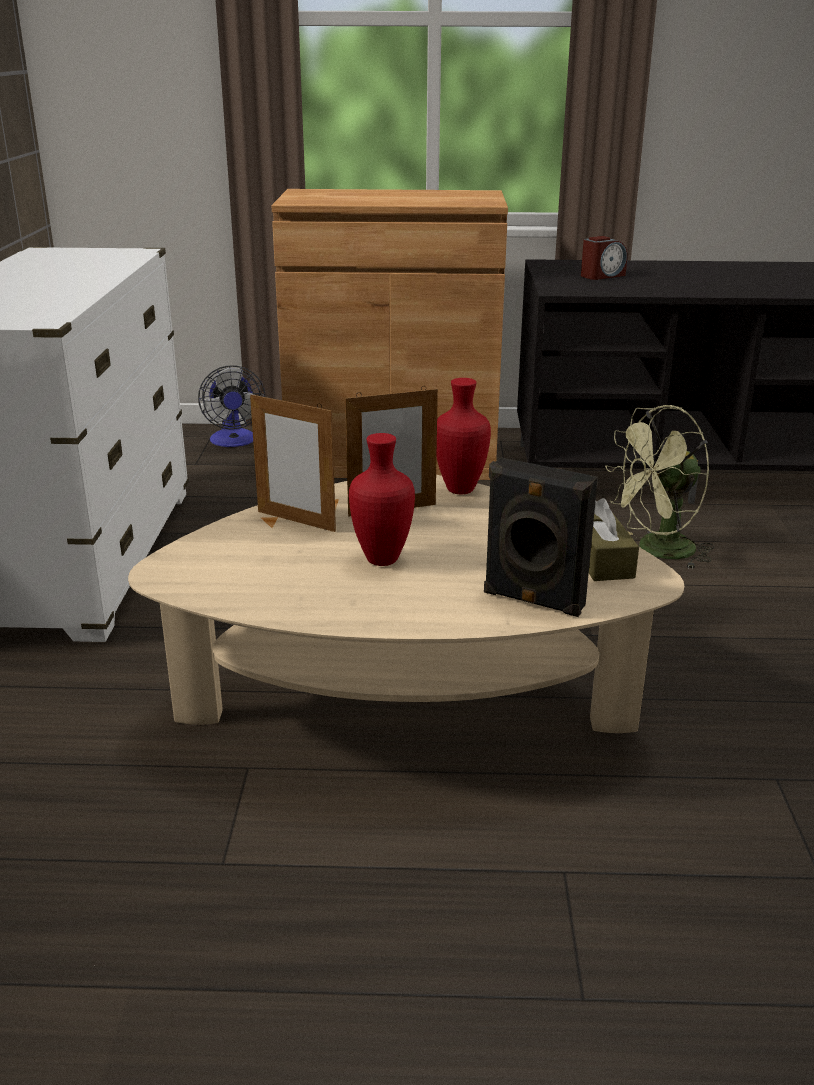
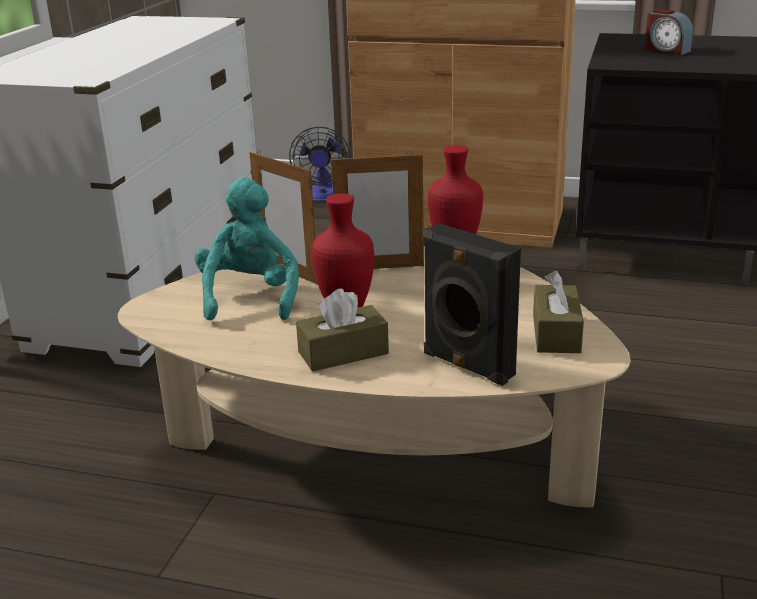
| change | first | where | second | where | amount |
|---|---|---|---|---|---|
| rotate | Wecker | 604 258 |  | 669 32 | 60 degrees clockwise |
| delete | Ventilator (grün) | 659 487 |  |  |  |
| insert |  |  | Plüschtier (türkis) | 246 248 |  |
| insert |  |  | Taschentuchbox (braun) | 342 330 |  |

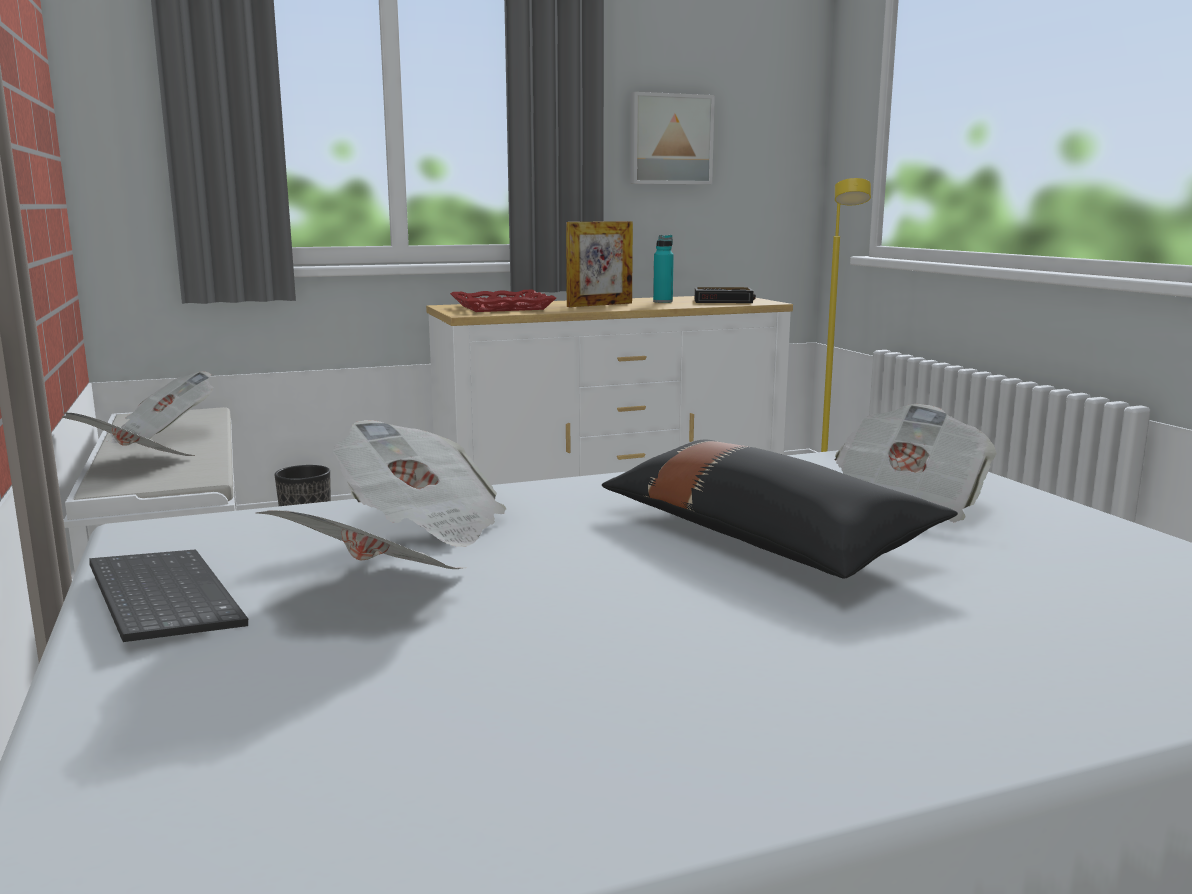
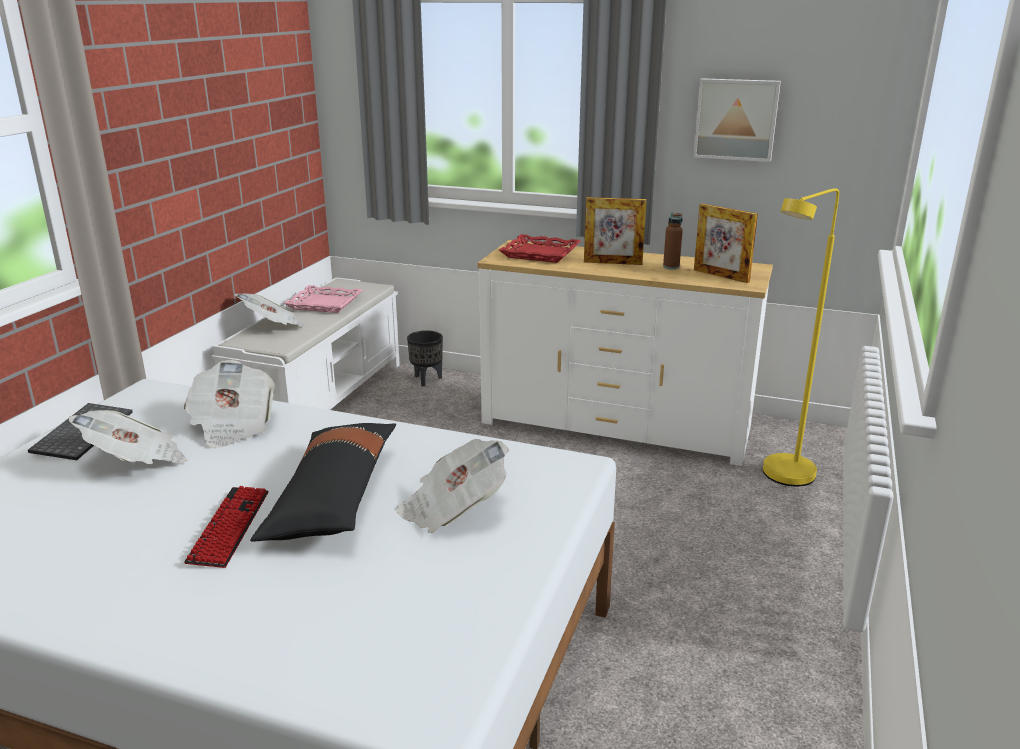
| change | first | where | second | where | amount |
|---|---|---|---|---|---|
| replace | Zeitung | 159 407 | Tablett (rosa) | 323 299 |  |
| recolor | Flasche (türkis) | 663 269 | Flasche (braun) | 673 241 |  |
| replace | Wecker | 725 295 | Bilderrahmen | 726 243 |  |
| insert |  |  | Tastatur | 226 527 |  |

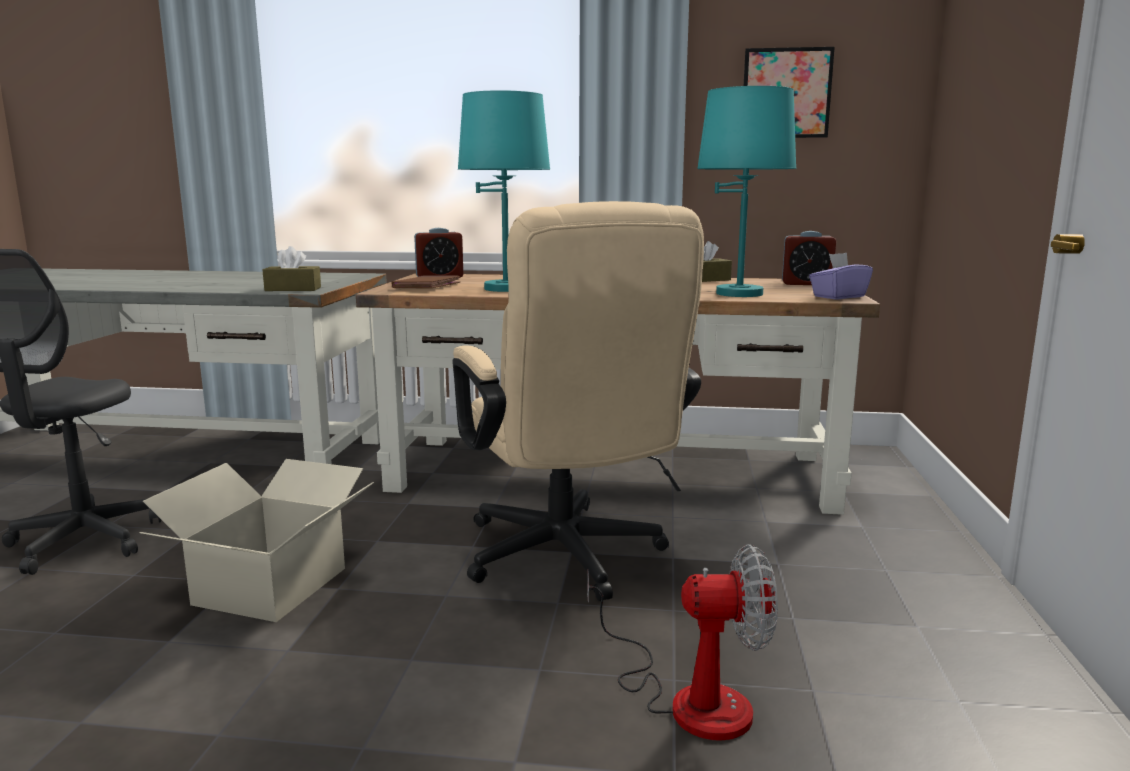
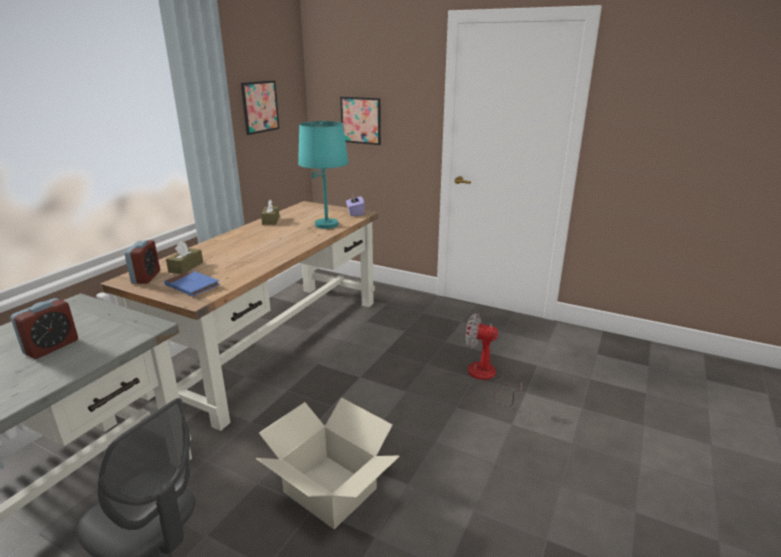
| change | first | where | second | where | amount |
|---|---|---|---|---|---|
| move | Taschentuchbox (braun) | 292 268 |  | 184 257 |  |
| recolor | Buch (braun) | 426 282 | Buch (blau) | 192 283 |  |
| delete | Bürostuhl (beige) | 578 401 |  |  |  |
| delete | Tischlampe (türkis) | 504 191 |  |  |  |
| rotate | Ventilator | 682 642 |  | 494 360 | 90 degrees counterclockwise |
| move | Wecker | 809 258 |  | 44 328 |  |
| insert |  |  | Bild | 360 121 |  |

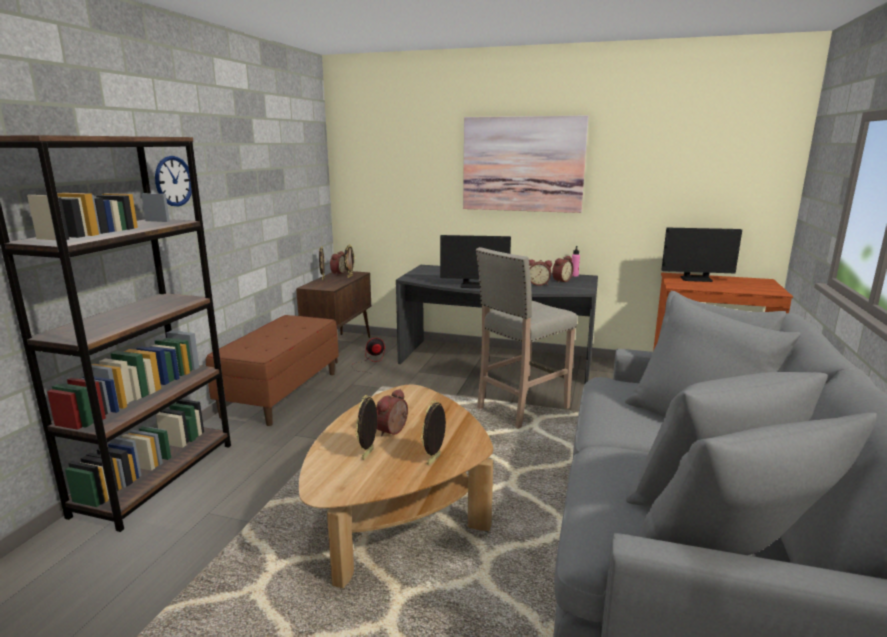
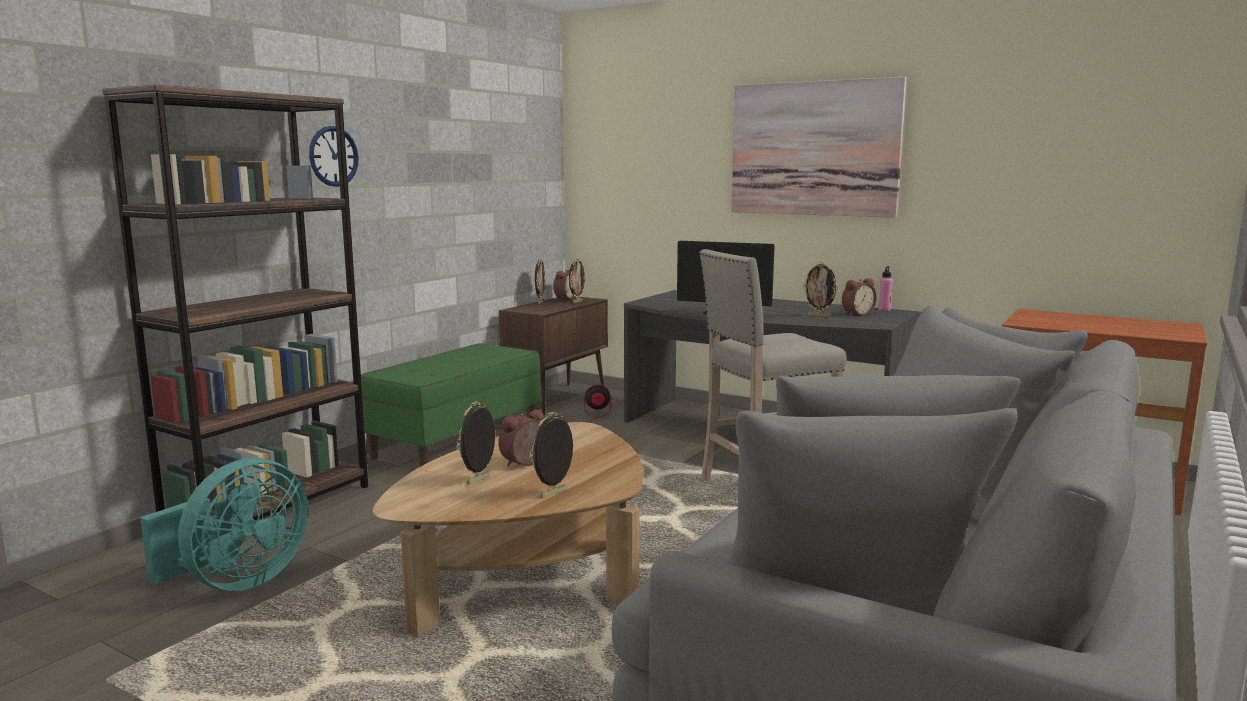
| change | first | where | second | where | amount |
|---|---|---|---|---|---|
| recolor | Bank (braun) | 272 370 | Bank (grün) | 451 405 |  |
| replace | Wecker | 540 272 | Bilderrahmen | 820 289 |  |
| delete | Monitor | 701 255 |  |  |  |
| insert |  |  | Ventilator (türkis) | 224 524 |  |

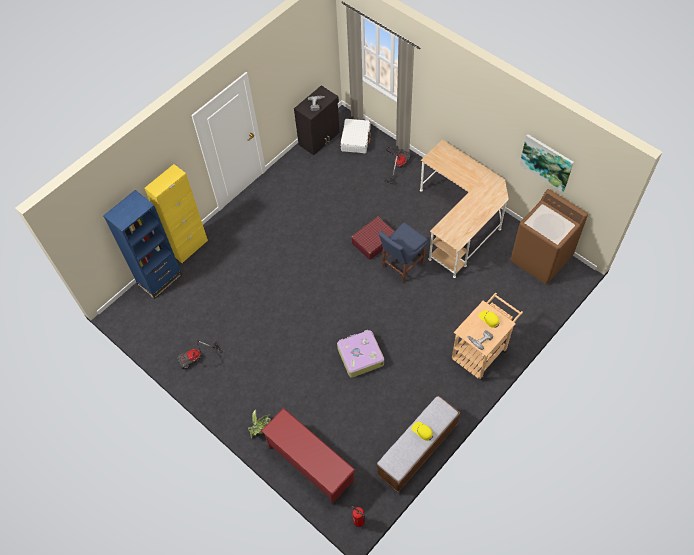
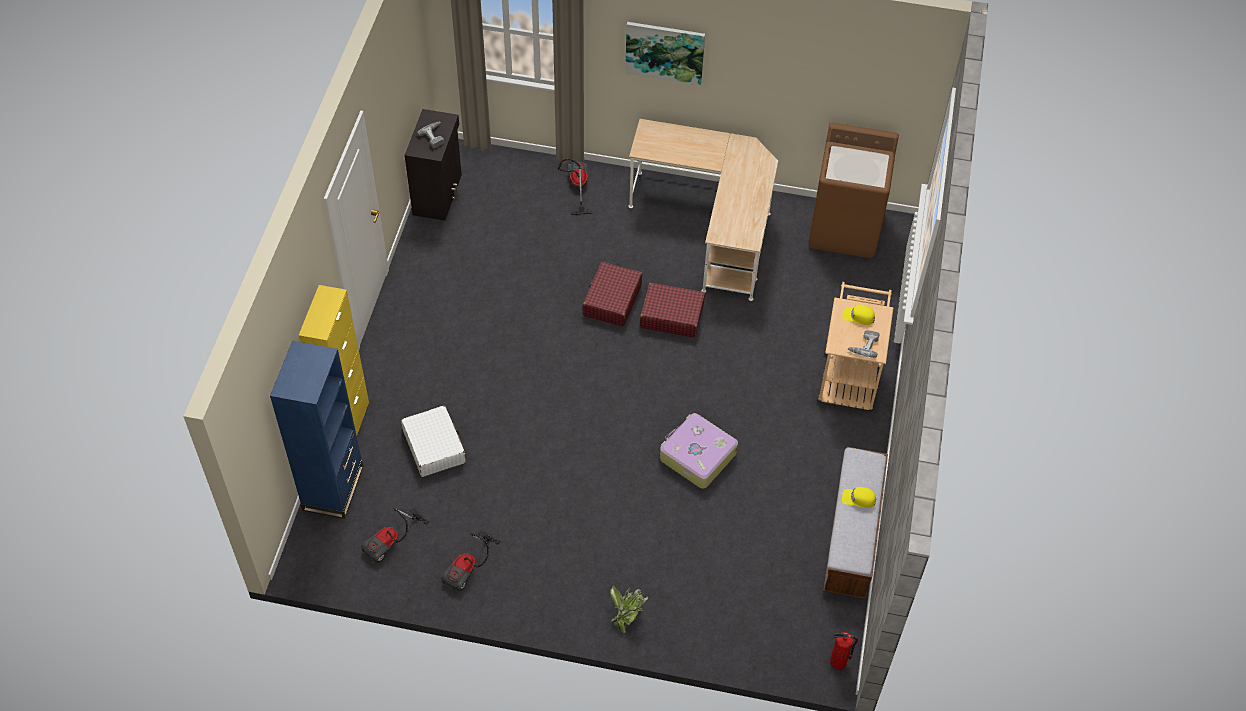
| change | first | where | second | where | amount |
|---|---|---|---|---|---|
| delete | Schuhregal (rot) | 308 456 |  |  |  |
| move | Koffer (weiß) | 355 136 |  | 433 441 |  |
| replace | Stuhl (blau) | 403 253 | Koffer (rot) | 672 310 |  |
| move | Bild | 547 163 |  | 665 54 |  |
| insert |  |  | Staubsauger | 395 535 |  |

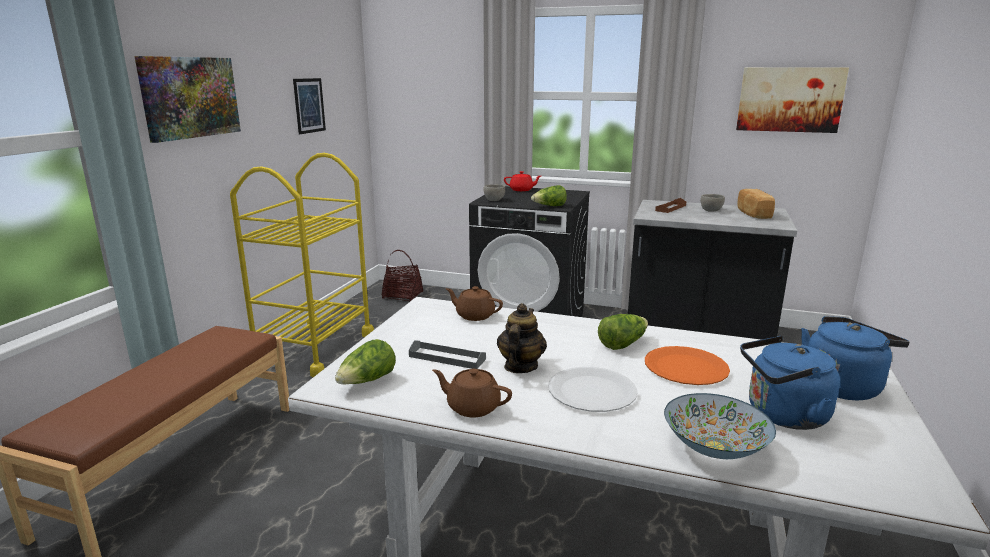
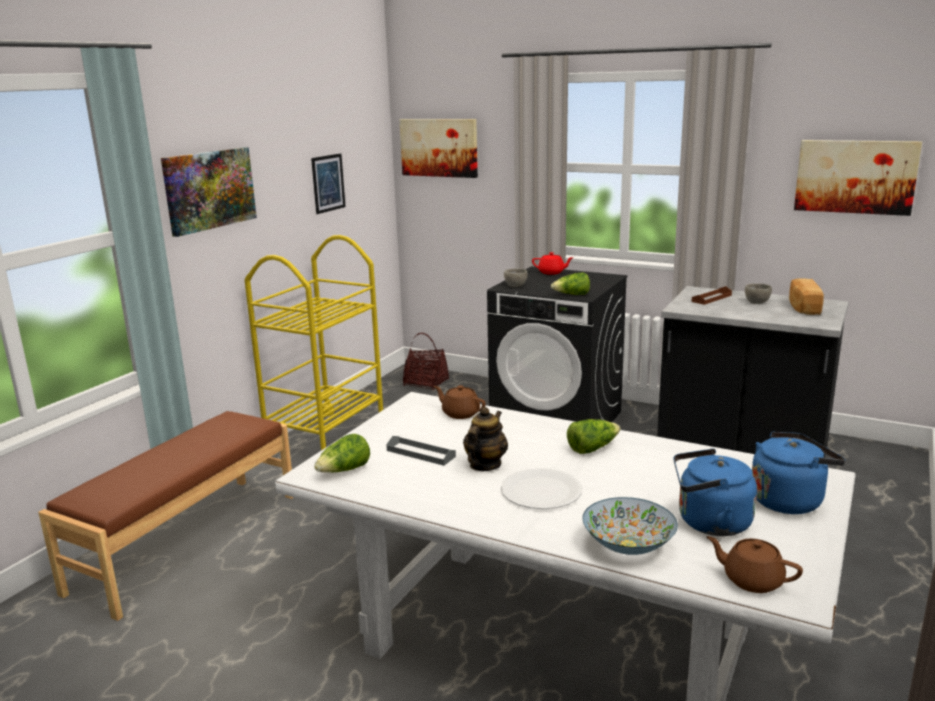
| change | first | where | second | where | amount |
|---|---|---|---|---|---|
| move | Teekanne (braun) | 472 393 |  | 755 564 |  |
| delete | Teller (orange) | 687 365 |  |  |  |
| insert |  |  | Bild | 439 148 |  |

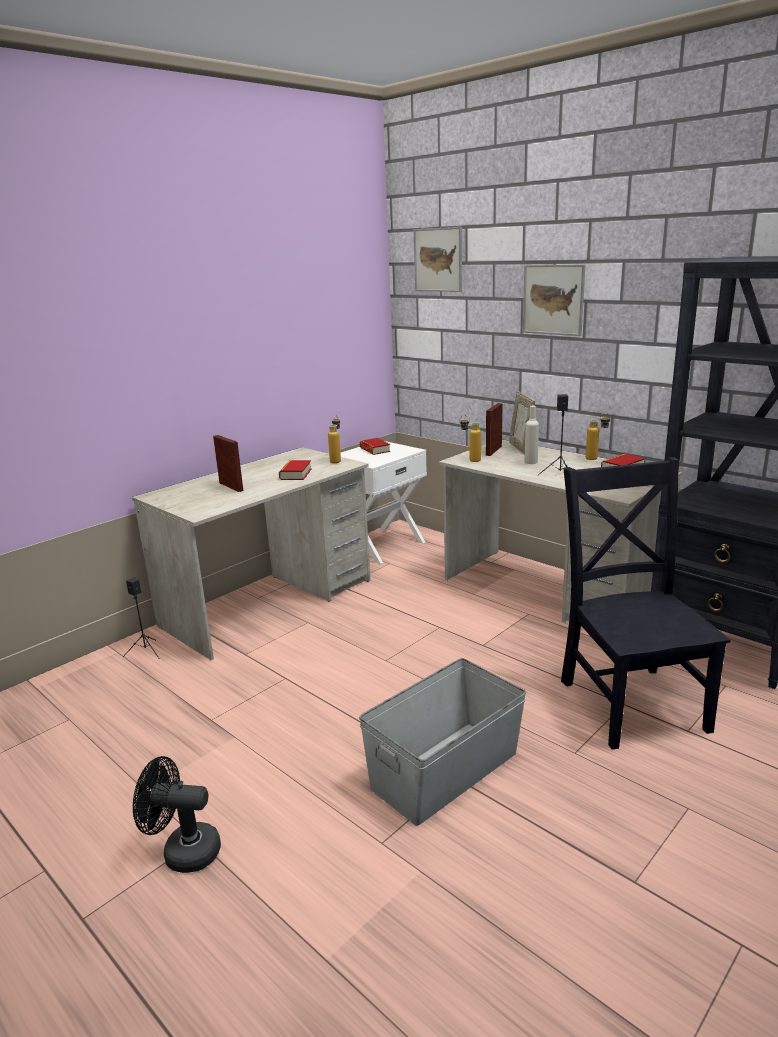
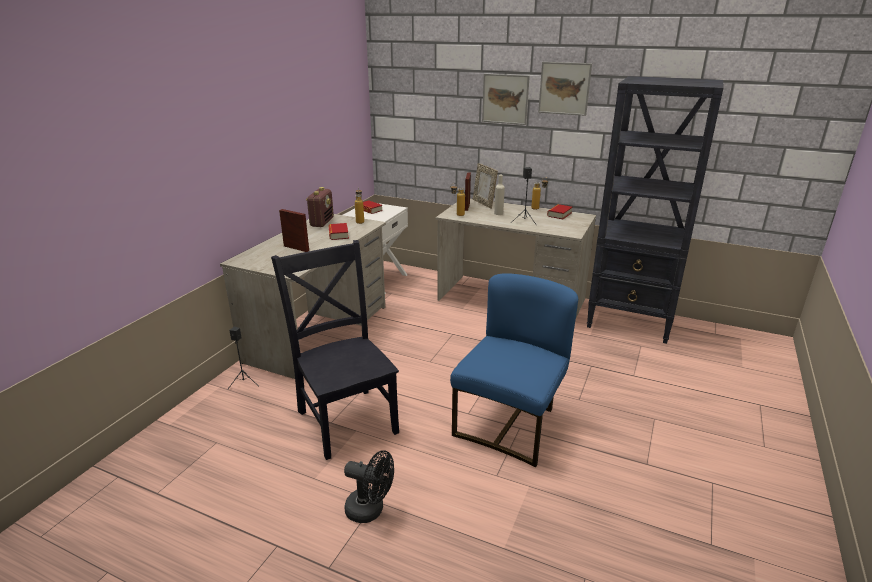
| change | first | where | second | where | amount |
|---|---|---|---|---|---|
| rotate | Ventilator (schwarz) | 177 814 |  | 369 486 | 150 degrees counterclockwise |
| replace | Aufbewahrungsbox (grau) | 442 742 | Stuhl (blau) | 514 370 |  |
| move | Bild | 437 259 |  | 565 89 |  |
| move | Stuhl (schwarz) | 646 603 |  | 335 350 |  |
| insert |  |  | Radio | 320 207 |  |

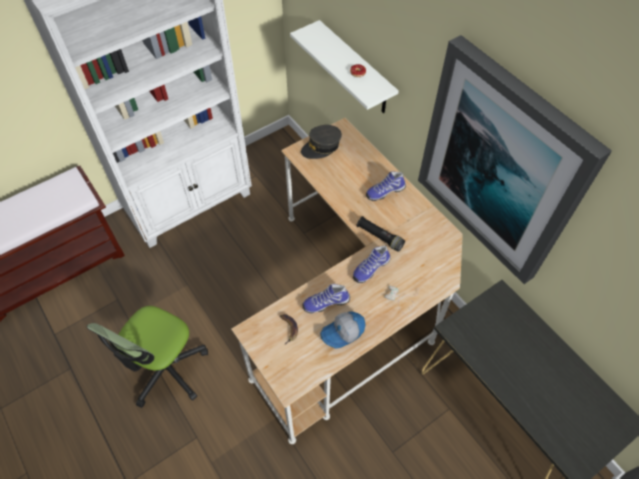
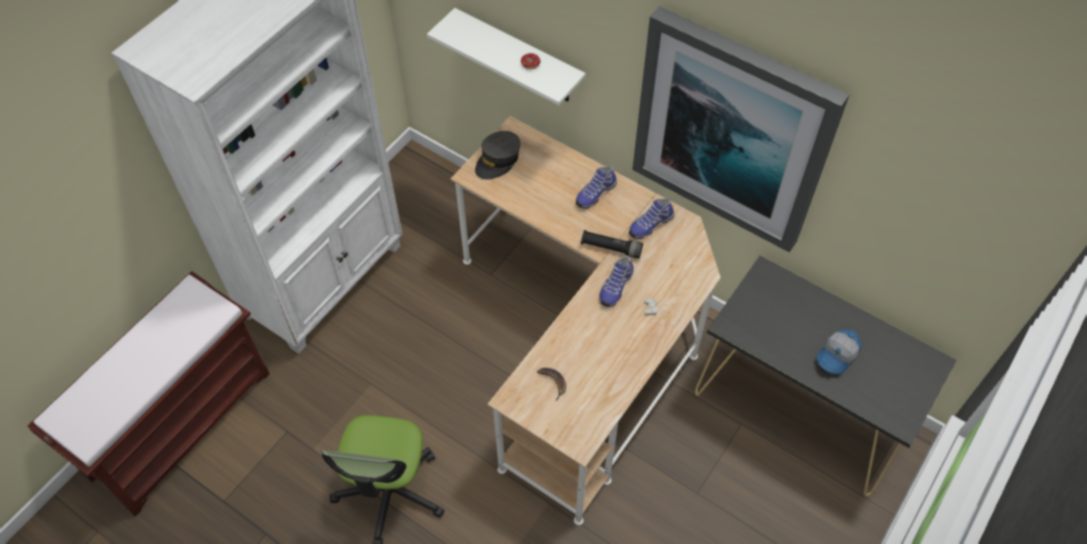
| change | first | where | second | where | amount |
|---|---|---|---|---|---|
| move | Schuh | 326 298 |  | 651 218 |  |
| move | Kappe | 342 330 |  | 839 352 |  |

